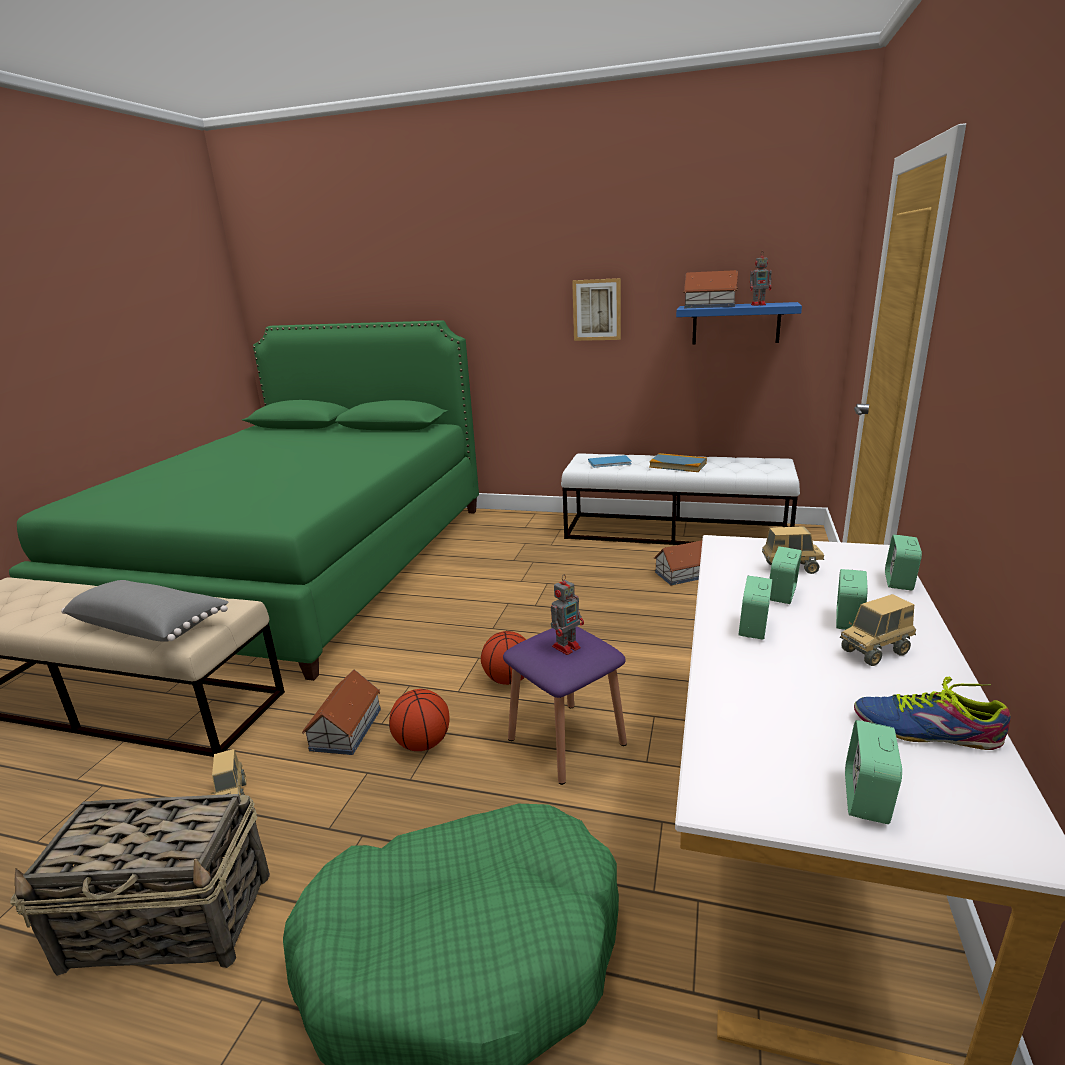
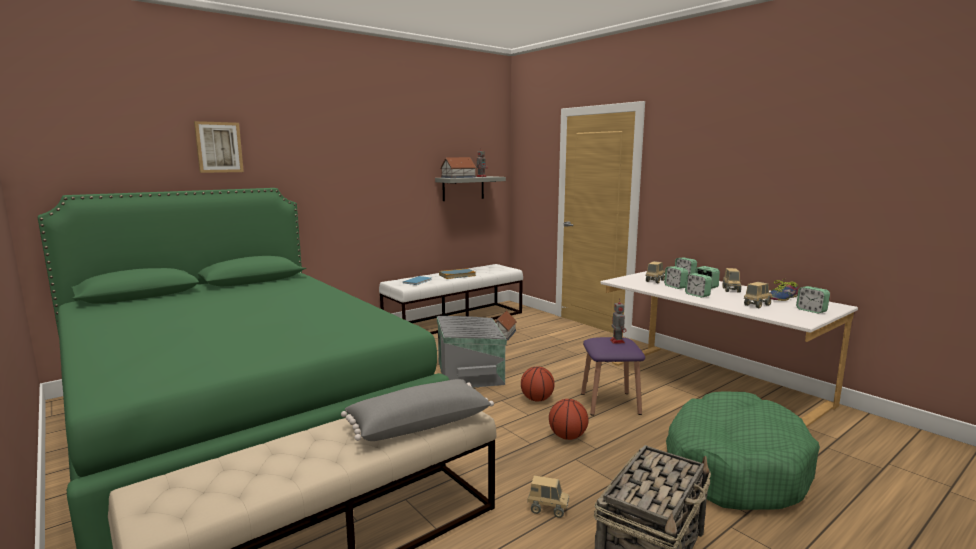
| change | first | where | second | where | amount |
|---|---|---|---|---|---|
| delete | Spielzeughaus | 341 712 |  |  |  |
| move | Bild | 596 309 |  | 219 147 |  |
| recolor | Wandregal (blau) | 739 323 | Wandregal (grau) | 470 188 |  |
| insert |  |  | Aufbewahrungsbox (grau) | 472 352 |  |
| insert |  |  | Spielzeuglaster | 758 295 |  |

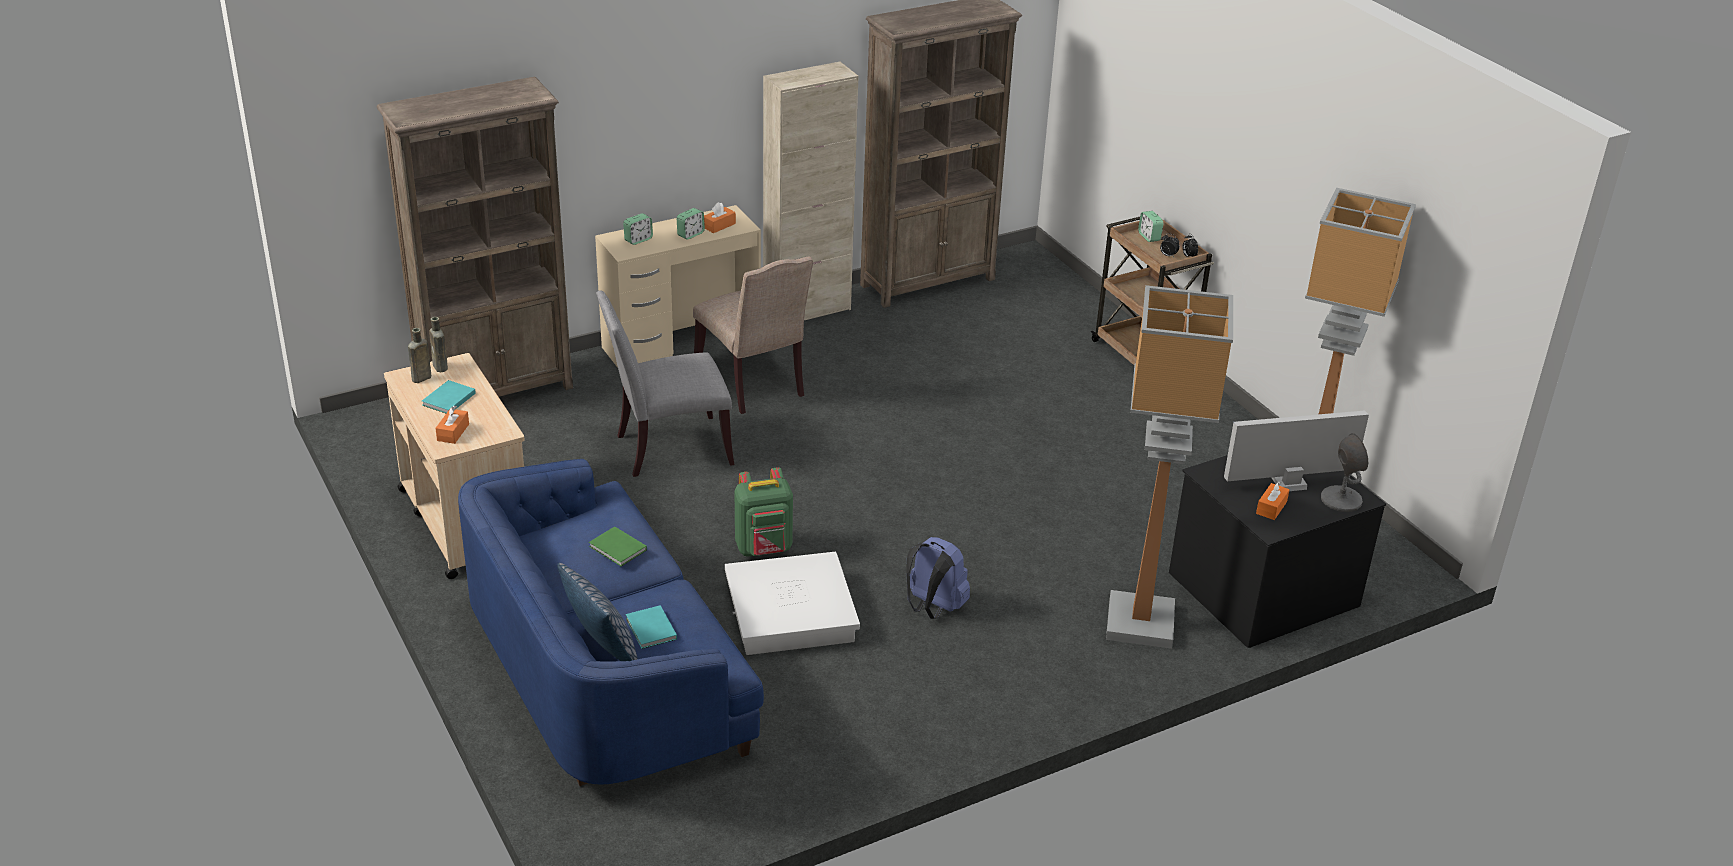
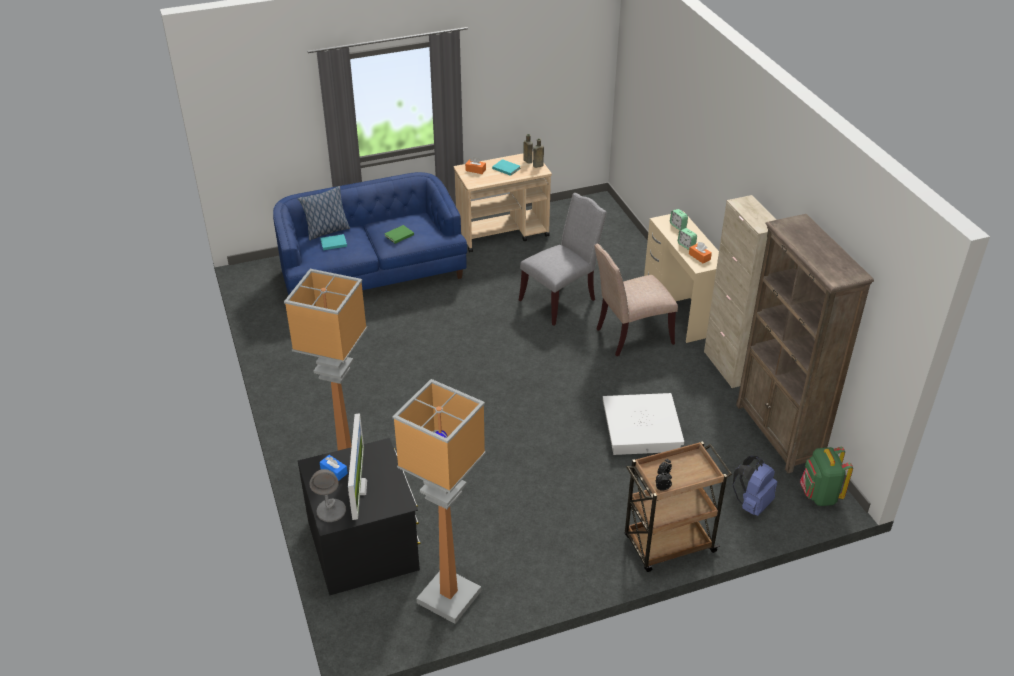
| change | first | where | second | where | amount |
|---|---|---|---|---|---|
| delete | Bücherregal (braun) | 475 237 |  |  |  |
| rotate | Stuhl (grau) | 665 383 |  | 563 259 | 60 degrees clockwise |
| move | Aufbewahrungsbox (weiß) | 792 603 |  | 643 424 |  |
| move | Rucksack (grün) | 764 512 |  | 826 476 |  |
| move | Rucksack (blau) | 938 578 |  | 755 486 |  |
| delete | Wecker | 1150 226 |  |  |  |
| recolor | Taschentuchbox (orange) | 1273 501 | Taschentuchbox (blau) | 334 468 |  |

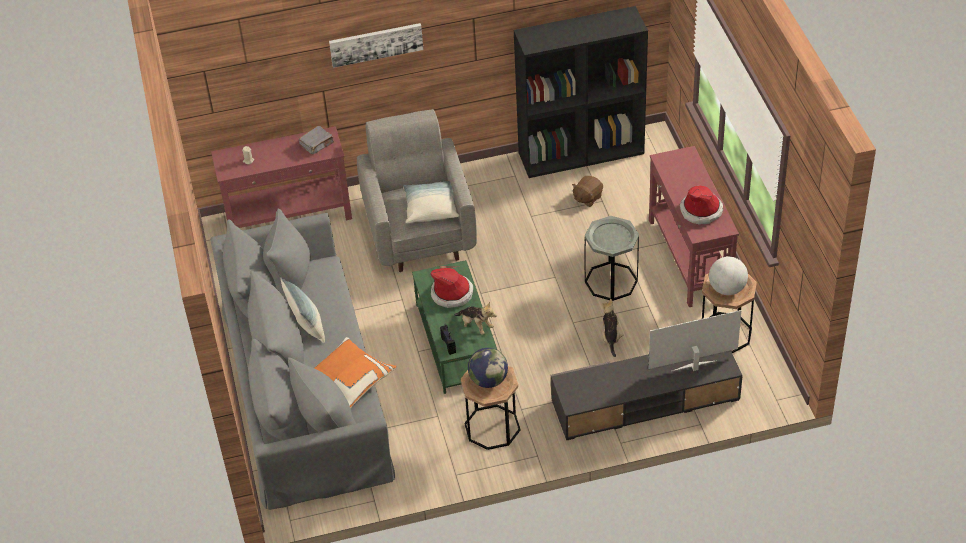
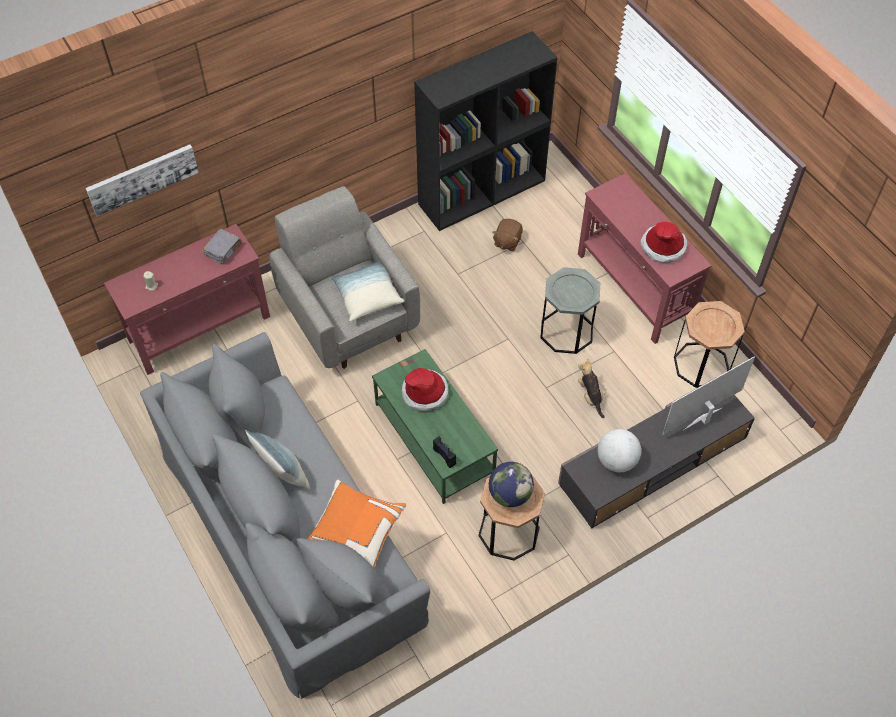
| change | first | where | second | where | amount |
|---|---|---|---|---|---|
| move | Bild | 376 45 |  | 142 180 |  |
| delete | Plüschtier | 475 318 |  |  |  |
| move | Globus | 728 275 |  | 619 450 |  |

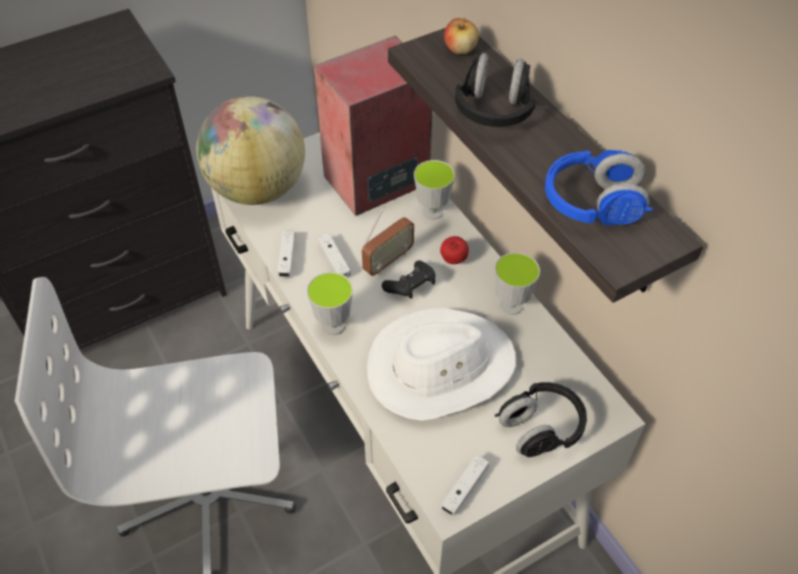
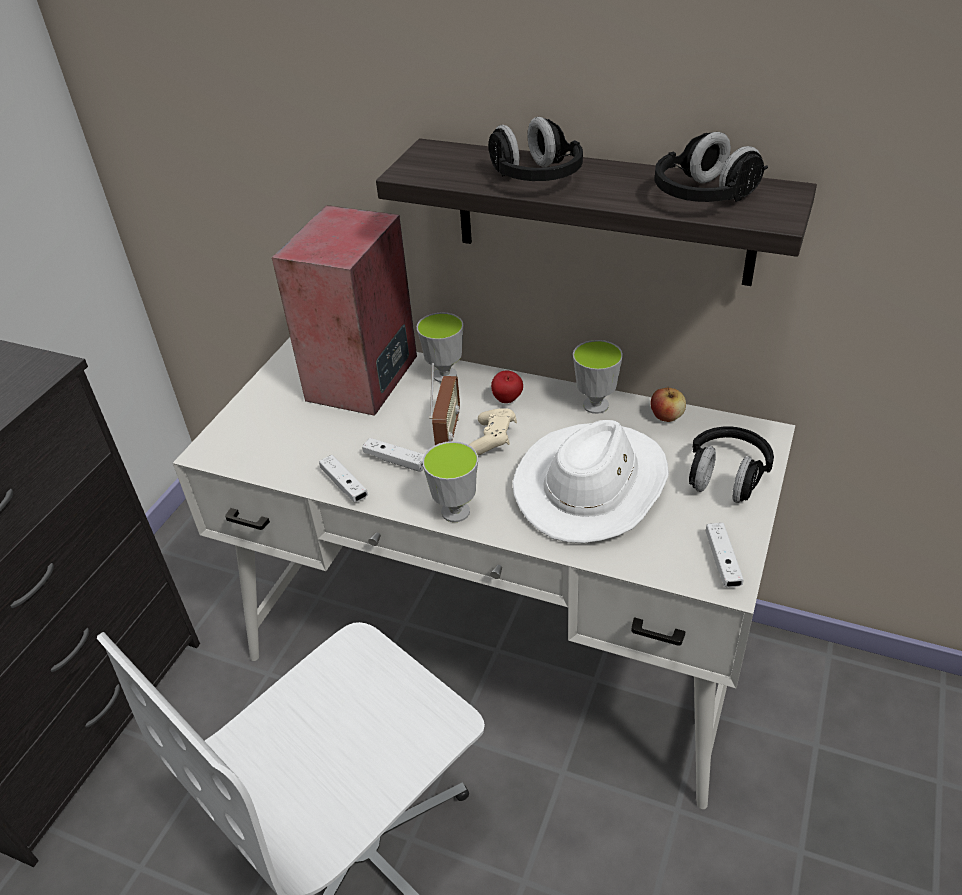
| change | first | where | second | where | amount |
|---|---|---|---|---|---|
| delete | Globus | 250 150 |  |  |  |
| recolor | Gamepad (schwarz) | 409 279 | Gamepad (beige) | 492 431 |  |
| move | Apfel | 461 35 |  | 668 404 |  |
| recolor | Kopfhörer (blau) | 599 188 | Kopfhörer (schwarz) | 711 167 |  |

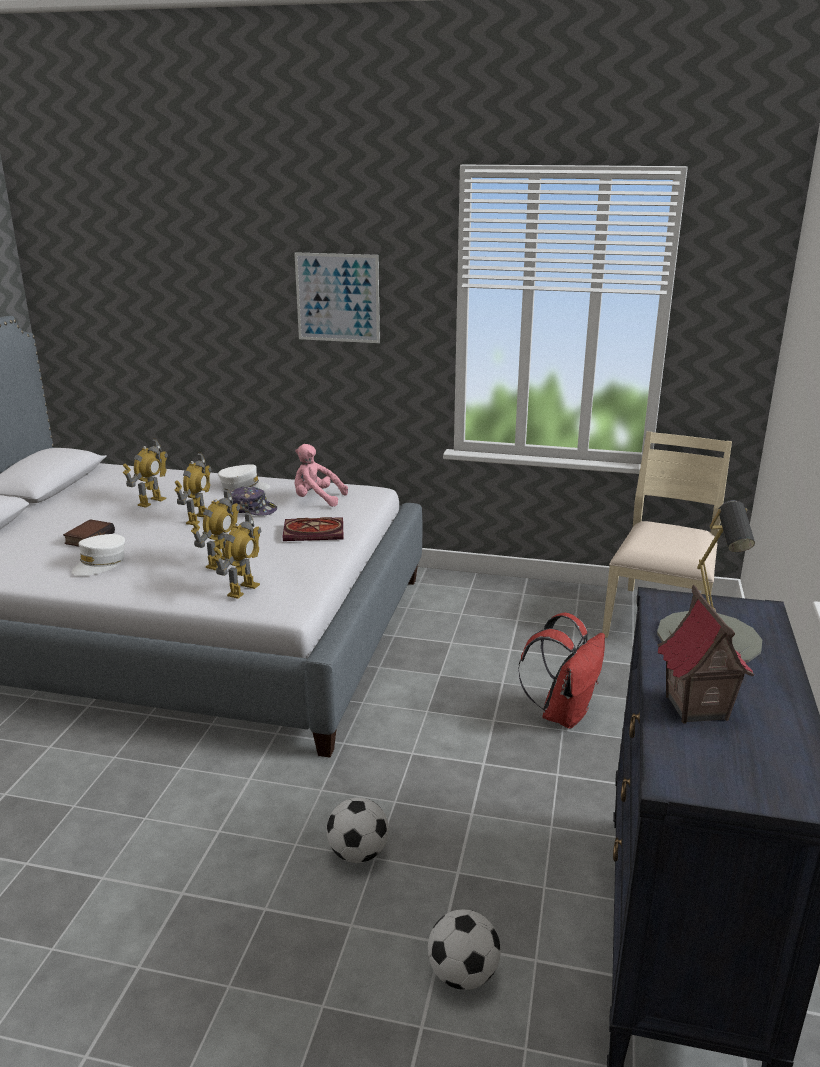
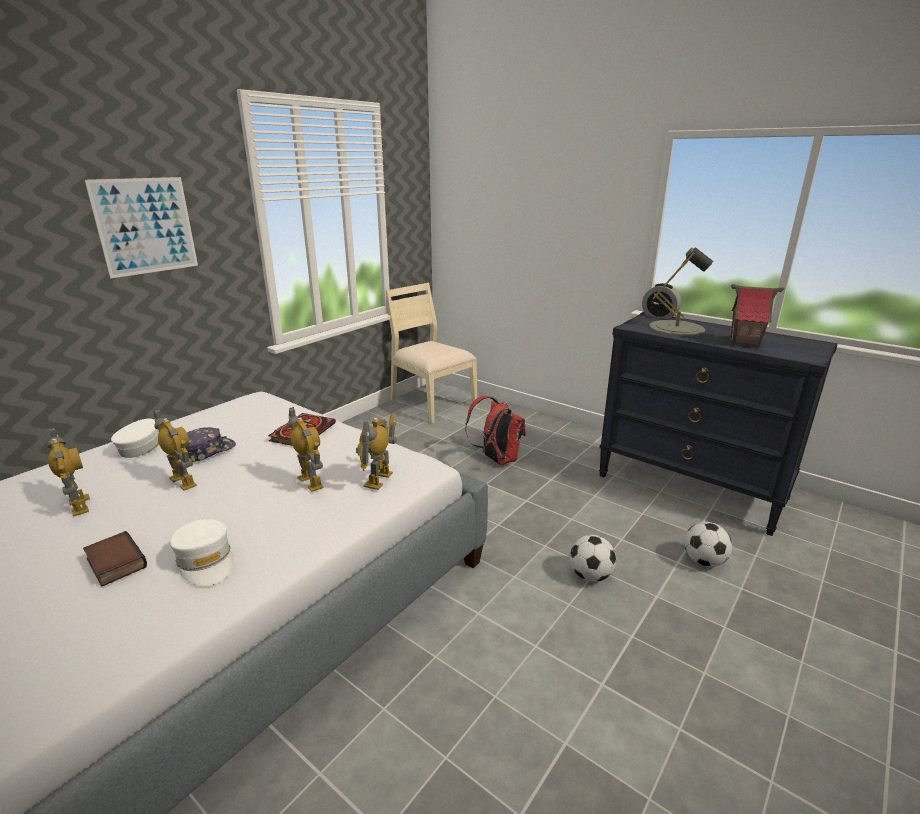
| change | first | where | second | where | amount |
|---|---|---|---|---|---|
| rotate | Spielzeugroboter | 237 555 |  | 376 452 | 120 degrees counterclockwise |
| delete | Plüschtier (rosa) | 321 475 |  |  |  |
| insert |  |  | Wecker | 661 301 |  |

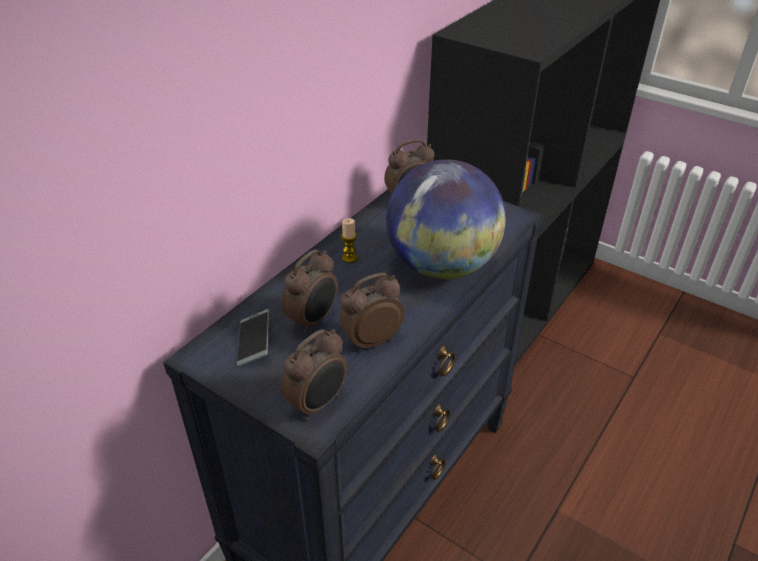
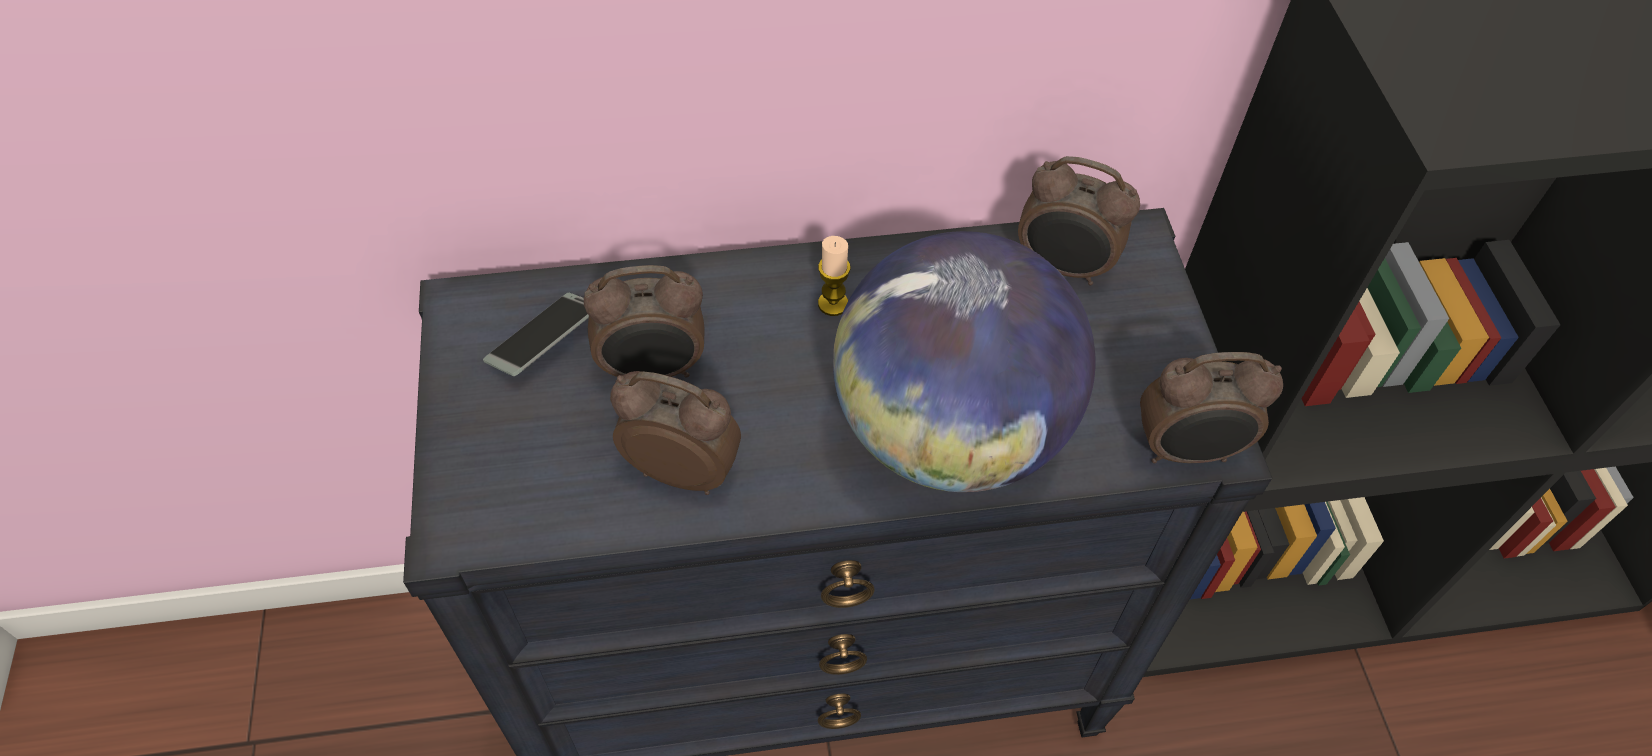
| change | first | where | second | where | amount |
|---|---|---|---|---|---|
| move | Wecker | 313 375 |  | 1211 407 |  |

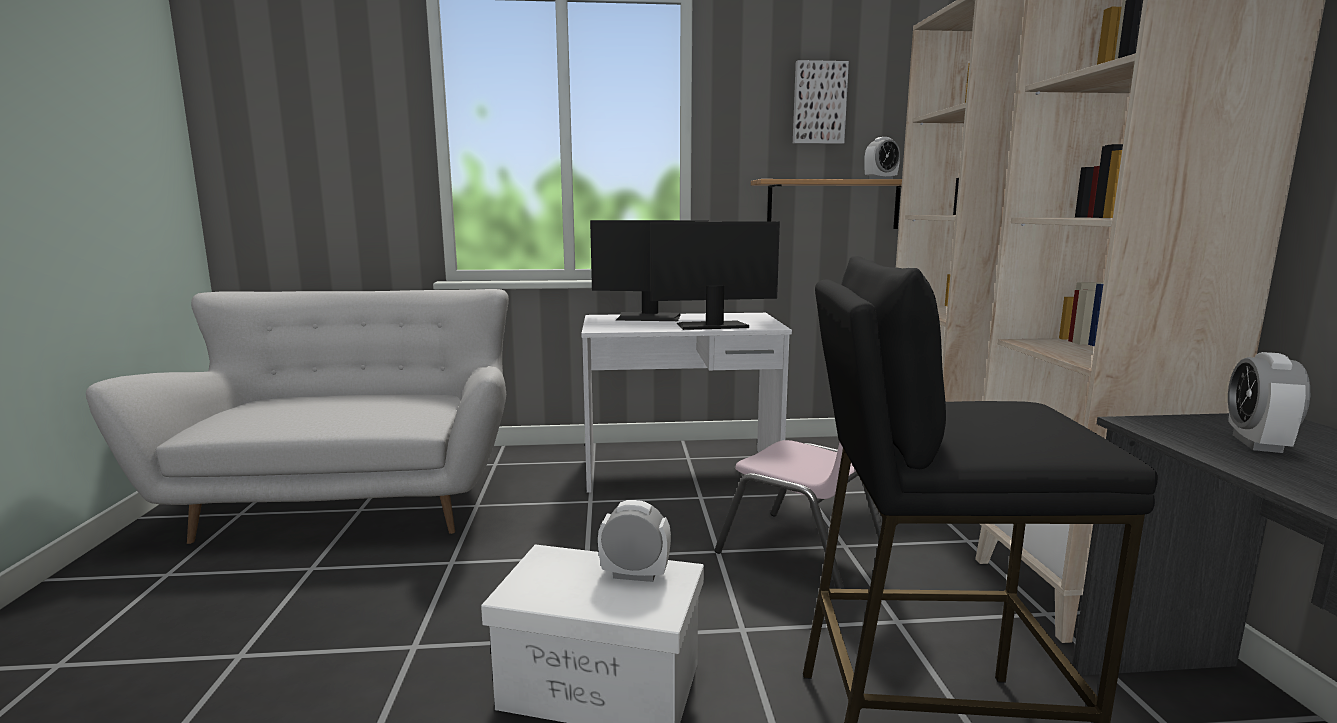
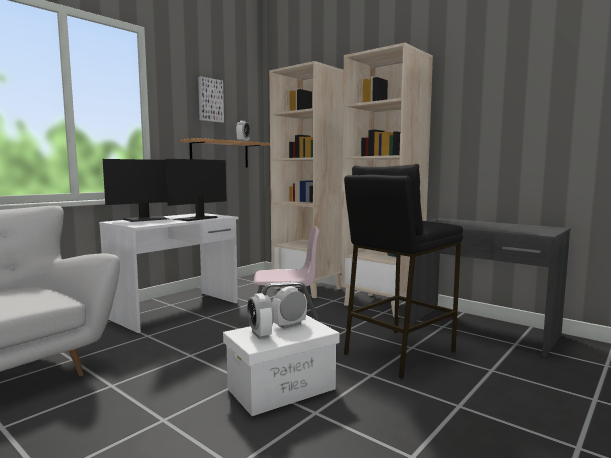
| change | first | where | second | where | amount |
|---|---|---|---|---|---|
| move | Wecker | 1269 402 |  | 260 316 |  |

